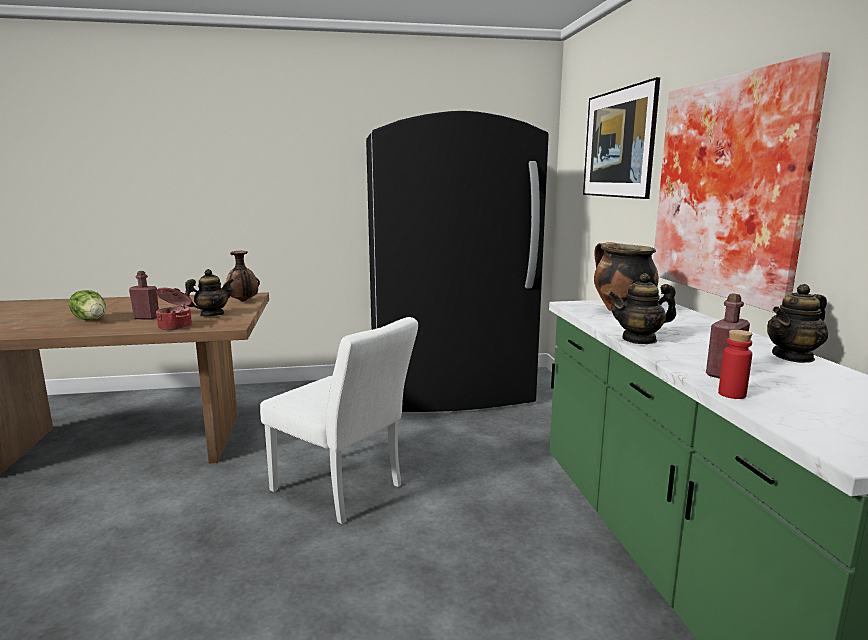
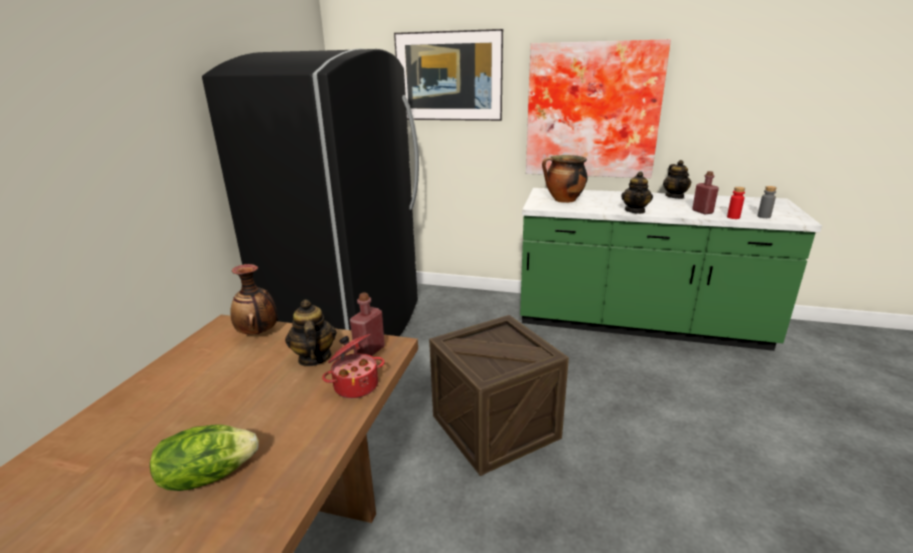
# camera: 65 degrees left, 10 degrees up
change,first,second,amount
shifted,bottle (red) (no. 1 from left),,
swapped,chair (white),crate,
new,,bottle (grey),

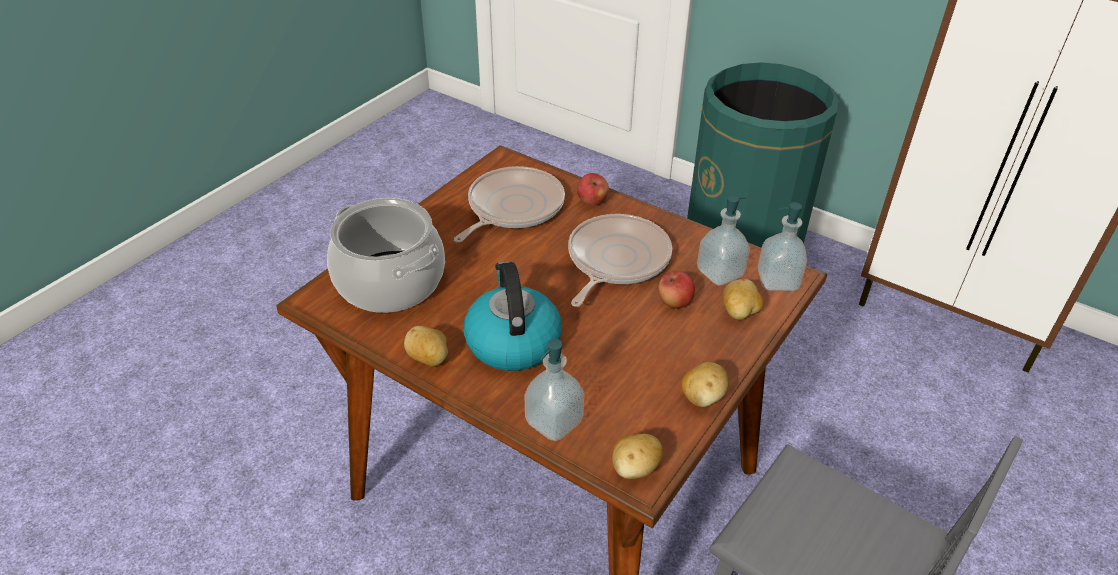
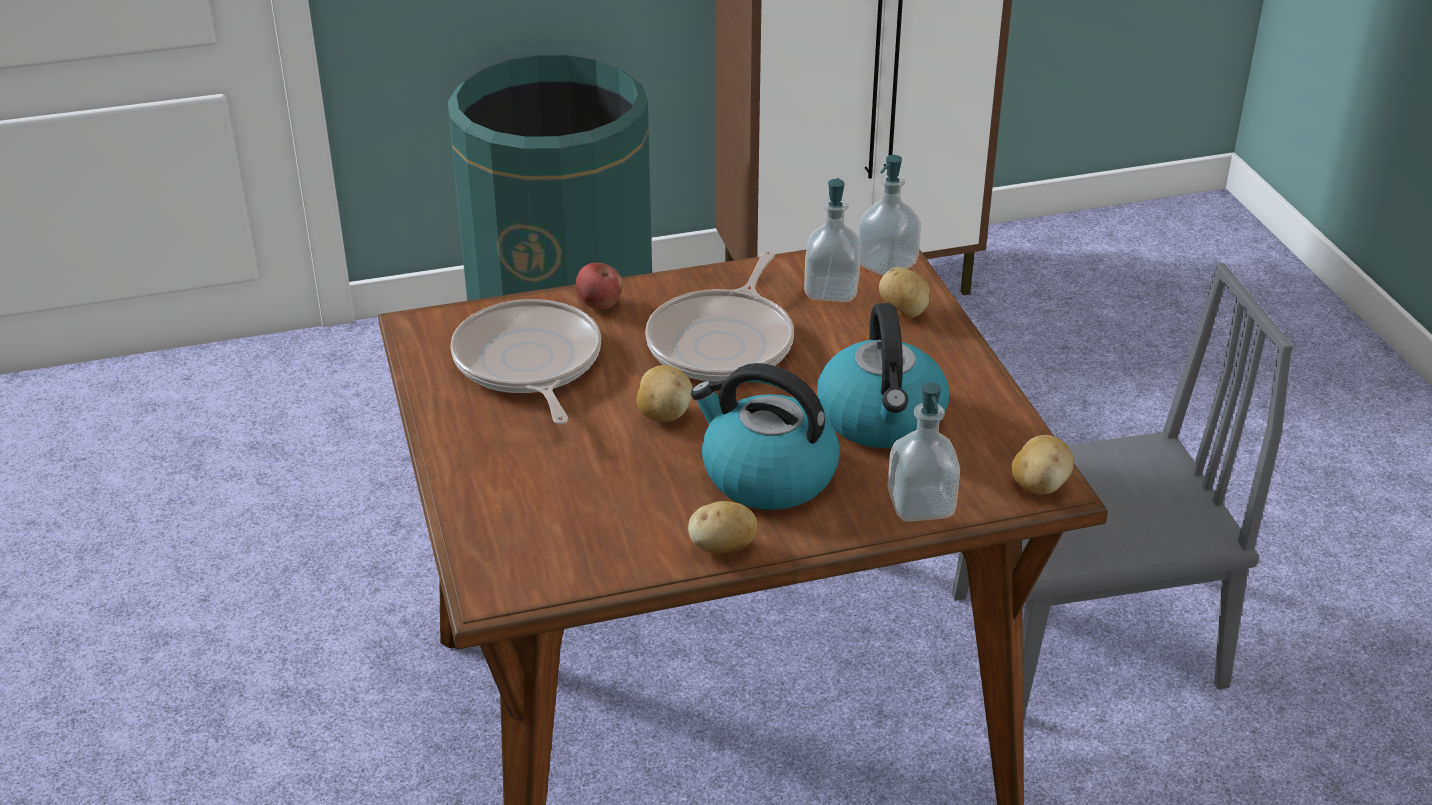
# camera: 50 degrees left, 5 degrees down
change,first,second,amount
shifted,potato (no. 3 from left in the first image),potato (no. 1 from left),
rotated,frying pan (no. 2 from left),,135 degrees counterclockwise
new,,kettle (no. 2 from left),
gone,cooking pot,,
gone,apple (no. 2 from left),,

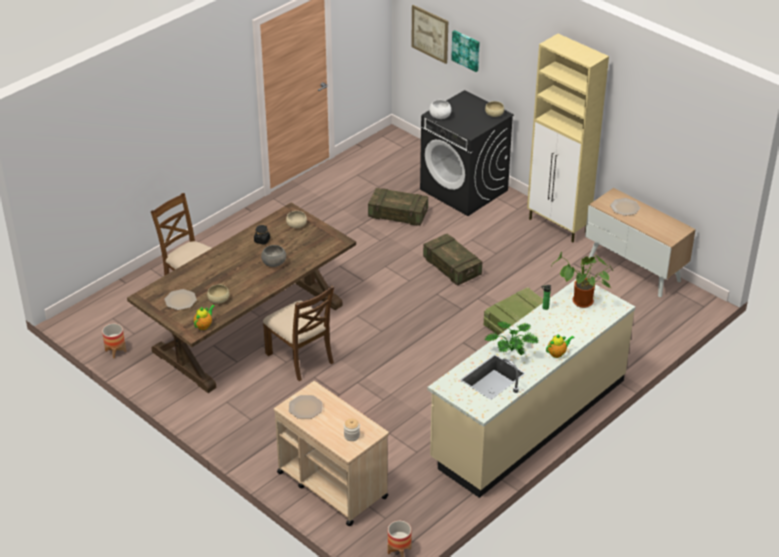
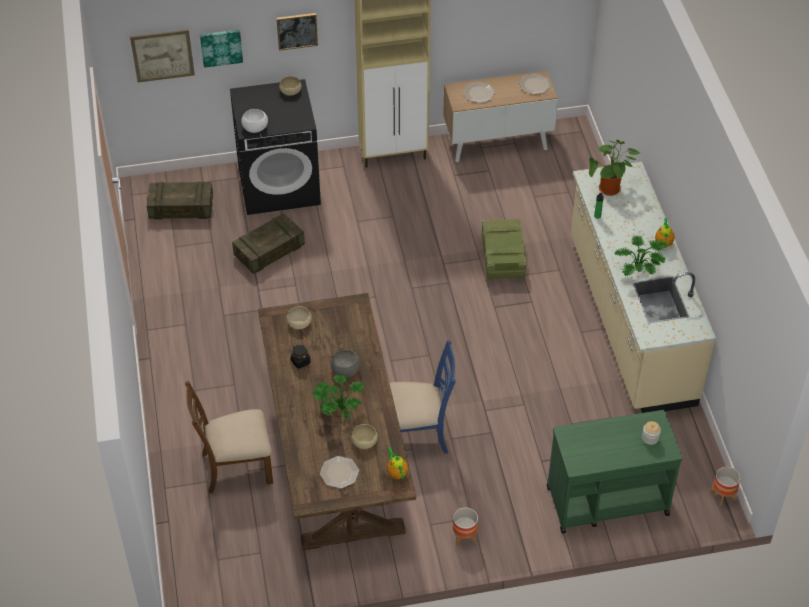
# camera: 55 degrees left, 10 degrees up
change,first,second,amount
shifted,crate (no. 2 from left in the first image),crate (no. 1 from left),
new,,picture (no. 3 from left),
new,,potted plant (no. 1 from left),
repainted,chair (brown) (no. 2 from left),chair (blue),
shifted,planter (no. 1 from left),,
shifted,plate (no. 2 from left in the first image),plate (no. 3 from left),
repainted,cart (beige),cart (green),

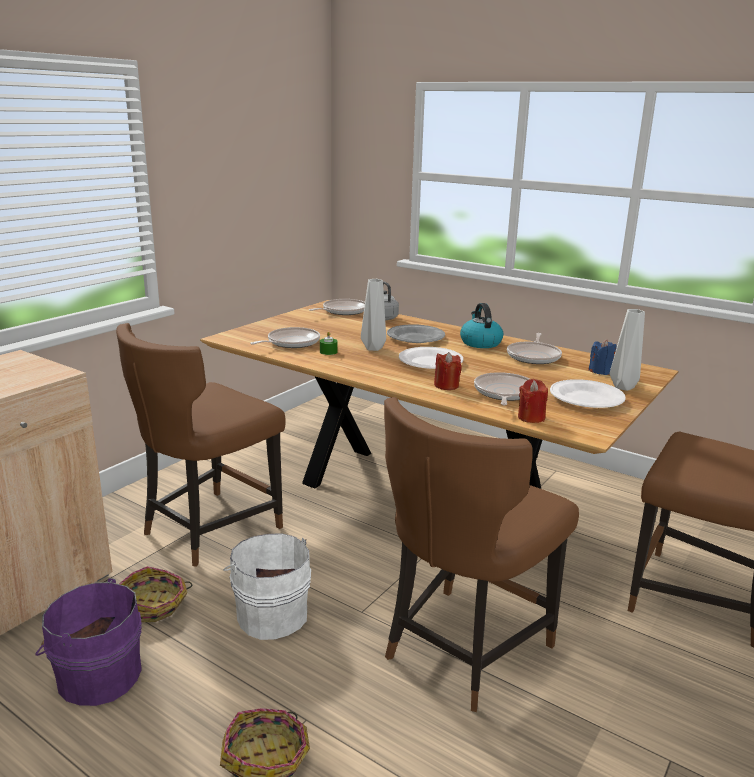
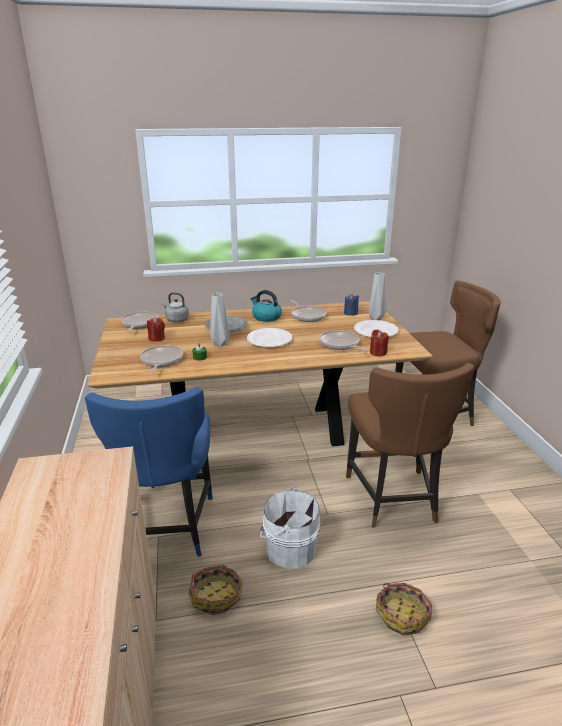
# camera: 45 degrees left, 5 degrees up
change,first,second,amount
repainted,chair (brown) (no. 1 from left),chair (blue),
shifted,candle (red) (no. 1 from left),,
gone,bucket (purple),,

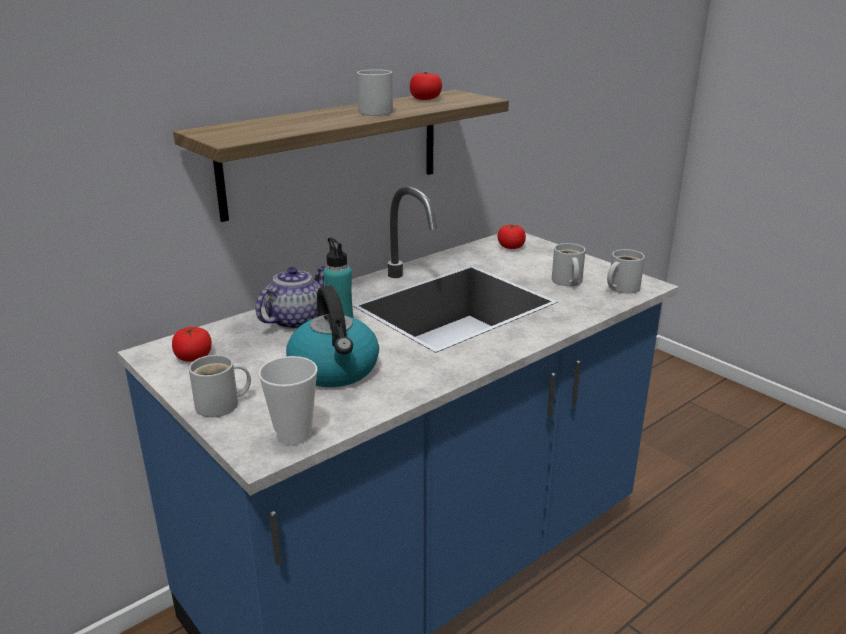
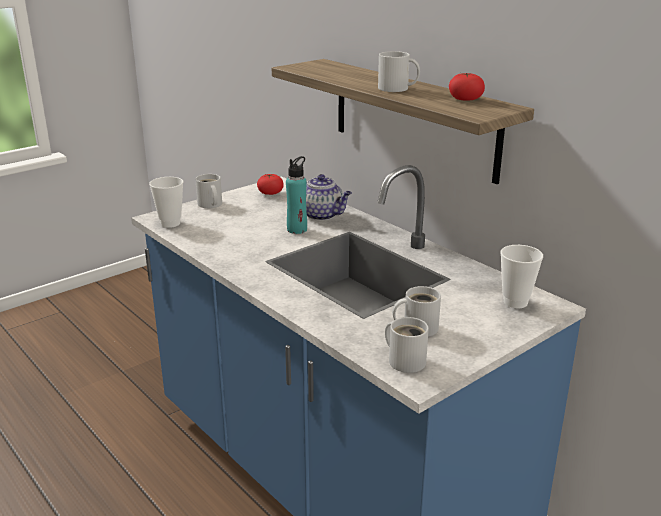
# camera: 90 degrees right, 0 degrees up
change,first,second,amount
swapped,tomato (no. 3 from left),cup (no. 2 from left),
gone,kettle,,

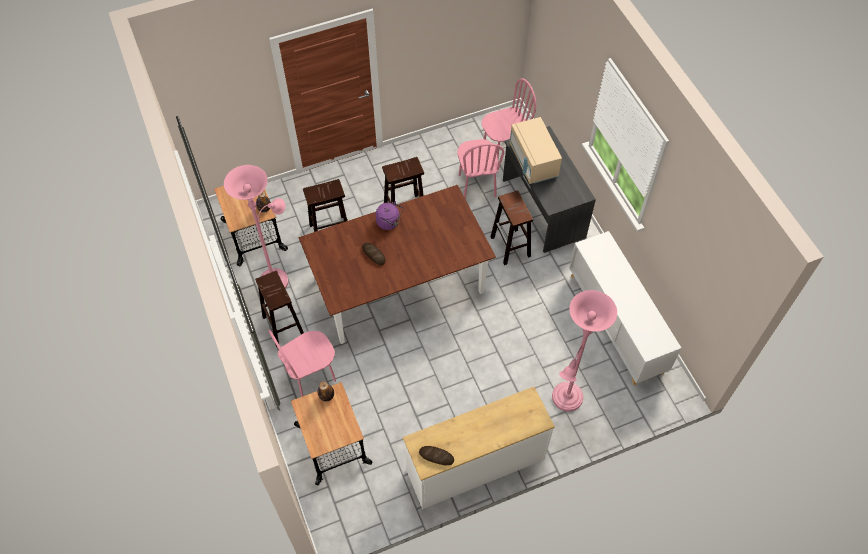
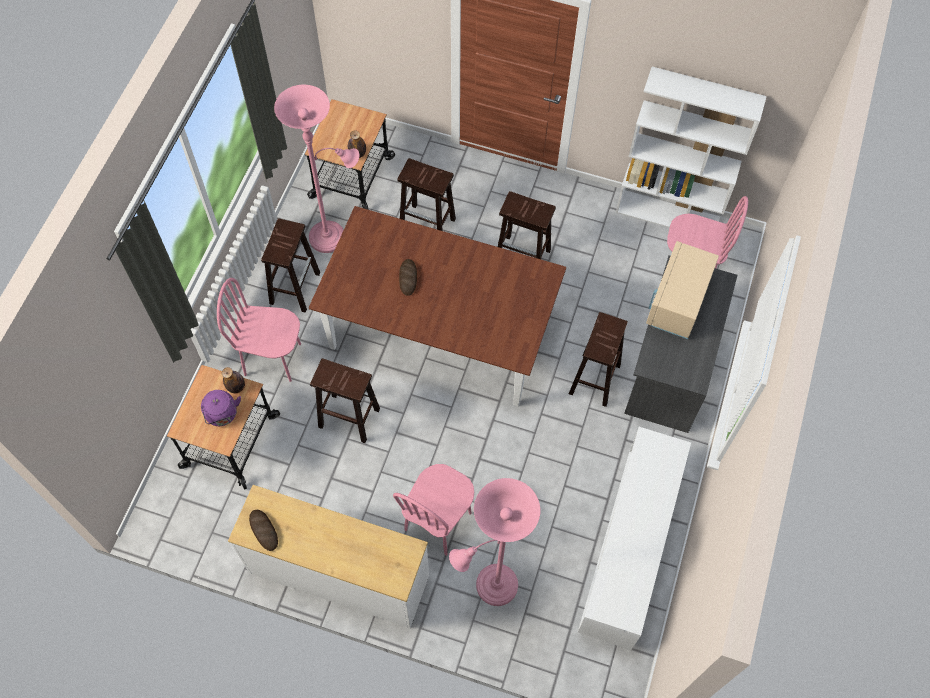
# camera: 40 degrees right, 5 degrees up
change,first,second,amount
shifted,kettle (purple),,
new,,stool (brown) (no. 2 from left),
shifted,chair (pink) (no. 2 from left),,
new,,bookcase (white),

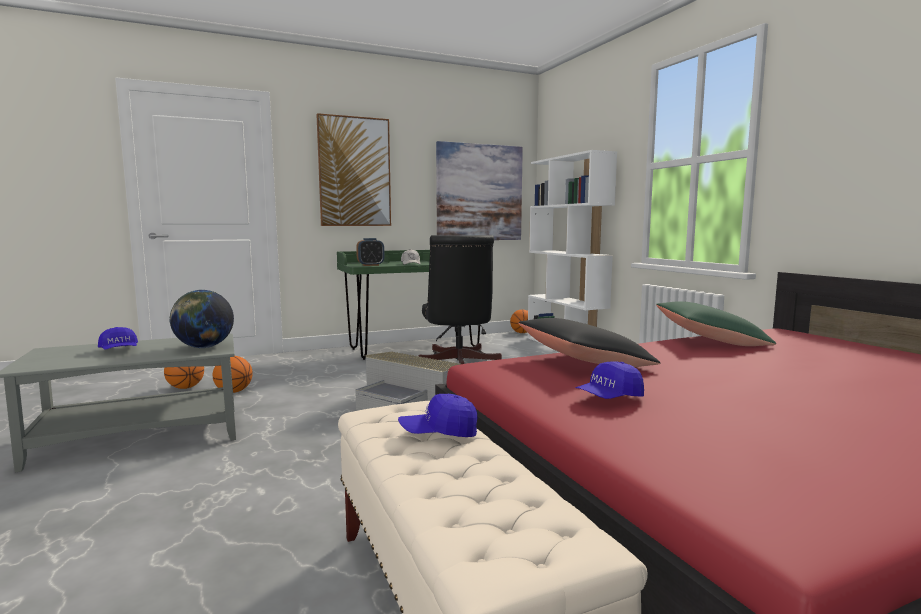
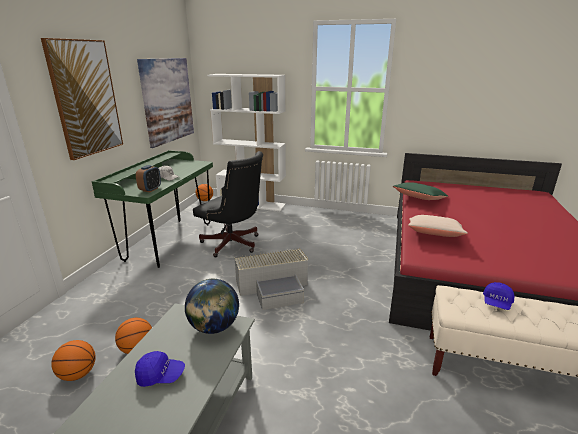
# camera: 50 degrees left, 15 degrees up
change,first,second,amount
repainted,pillow (black),pillow (beige),
gone,cap (blue) (no. 3 from left),,

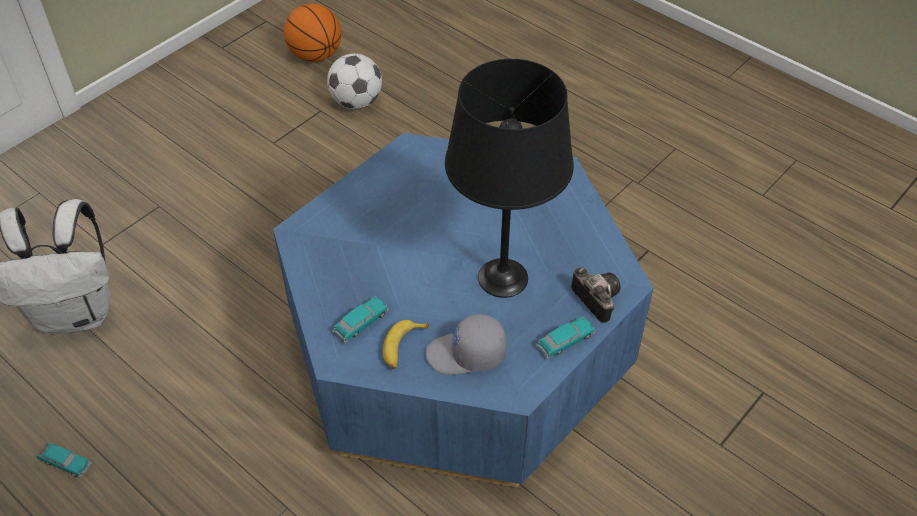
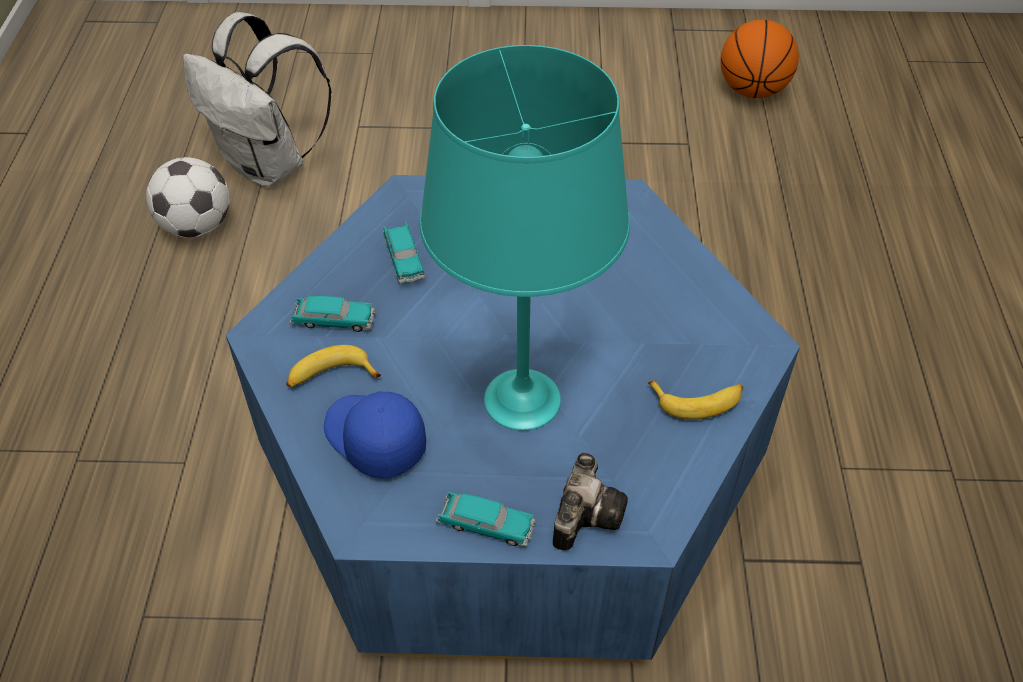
# camera: 50 degrees right, 0 degrees up
change,first,second,amount
shifted,football,,
repainted,cap (grey),cap (blue),
shifted,toy car (no. 1 from left in the first image),toy car (no. 2 from left),
repainted,table lamp (black),table lamp (turquoise),
new,,banana (no. 2 from left),

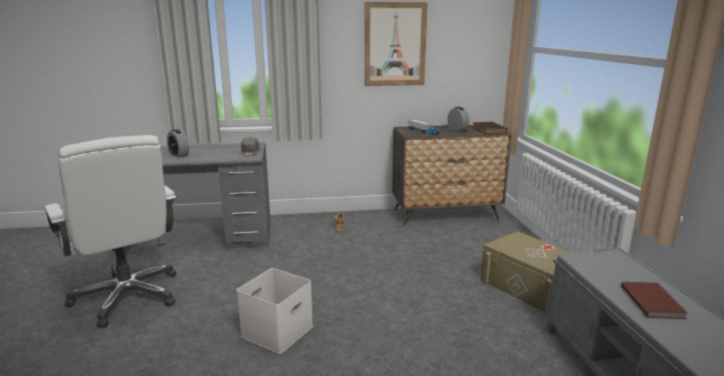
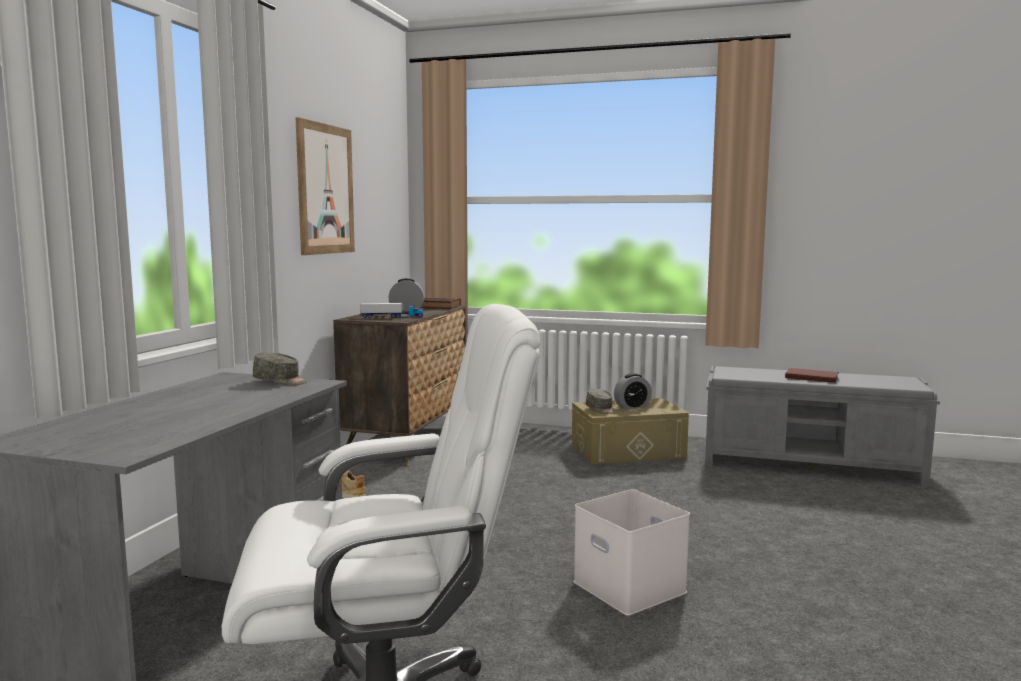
# camera: 65 degrees left, 10 degrees down
change,first,second,amount
new,,cap (grey) (no. 2 from left),
shifted,alarm clock (no. 1 from left in the first image),alarm clock (no. 2 from left),

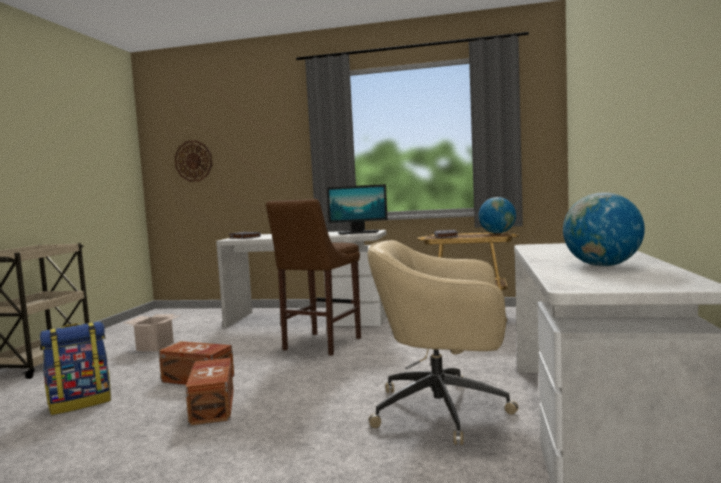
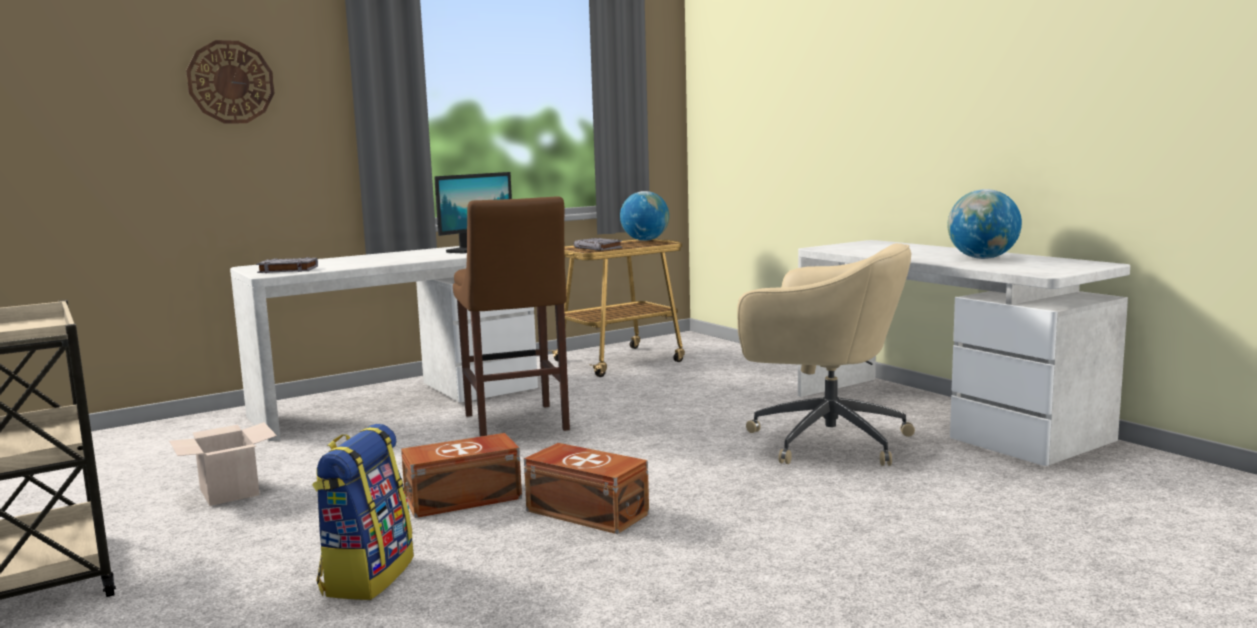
# camera: 45 degrees left, 5 degrees up
change,first,second,amount
shifted,wall clock,,
rotated,office chair (beige),,120 degrees counterclockwise

